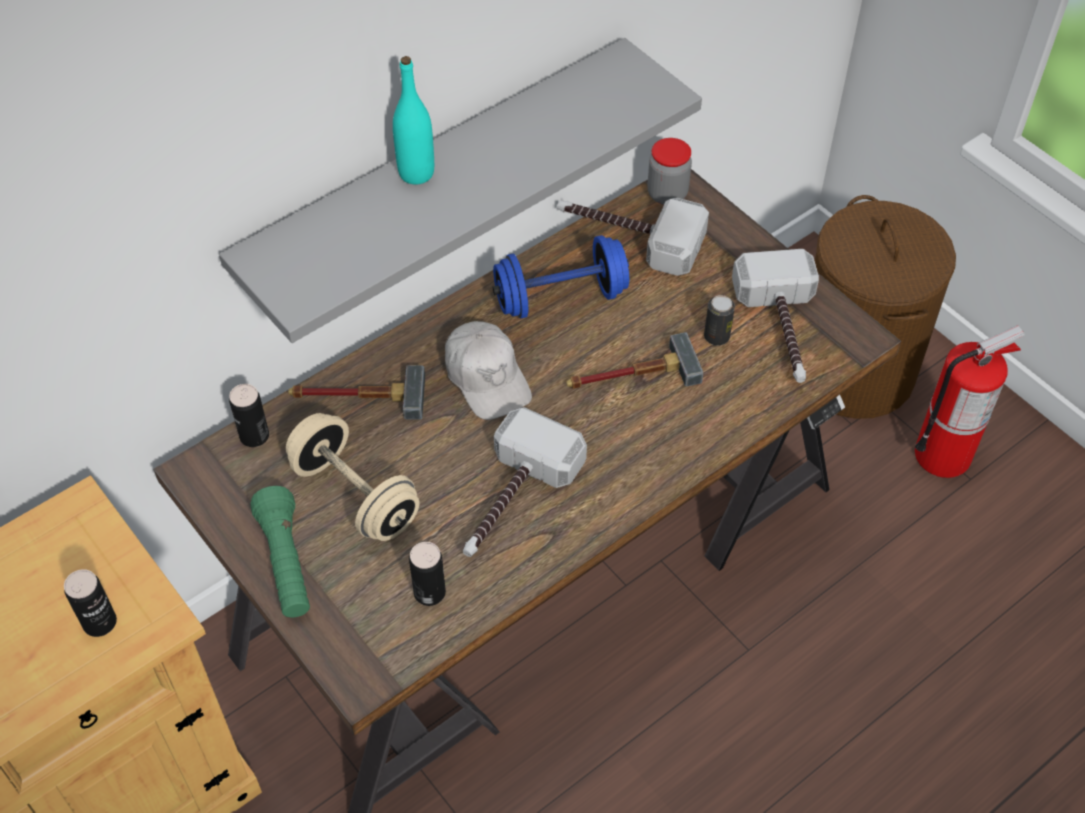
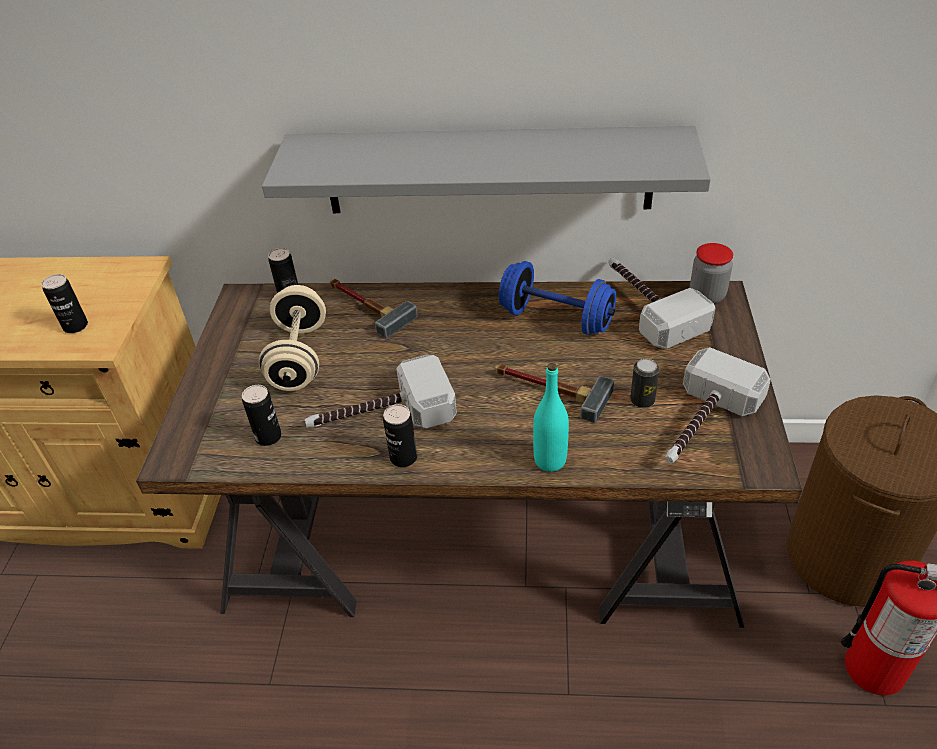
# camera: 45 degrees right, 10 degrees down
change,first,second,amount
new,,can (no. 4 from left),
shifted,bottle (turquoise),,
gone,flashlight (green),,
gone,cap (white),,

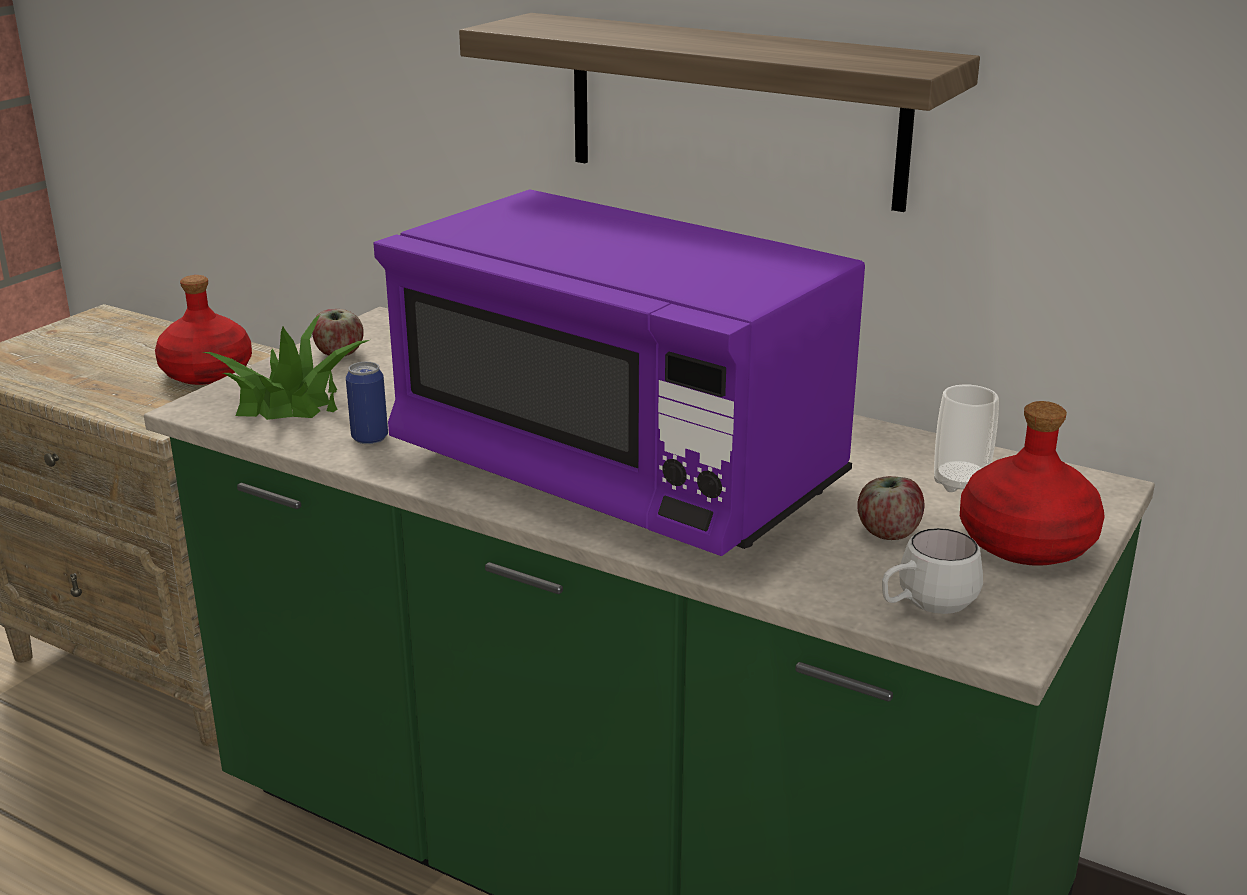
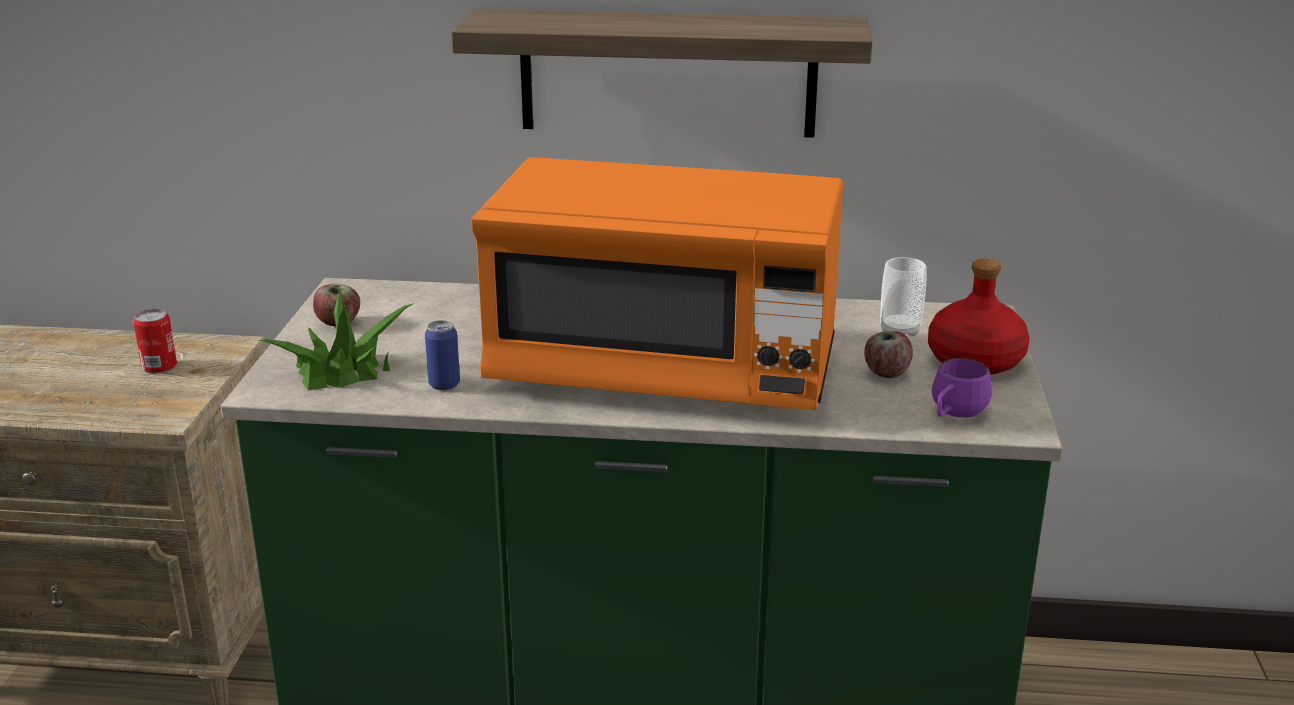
# camera: 25 degrees left, 0 degrees up
change,first,second,amount
swapped,bottle (red) (no. 1 from left),can (no. 1 from left),
repainted,microwave (purple),microwave (orange),
repainted,mug (white),mug (purple),

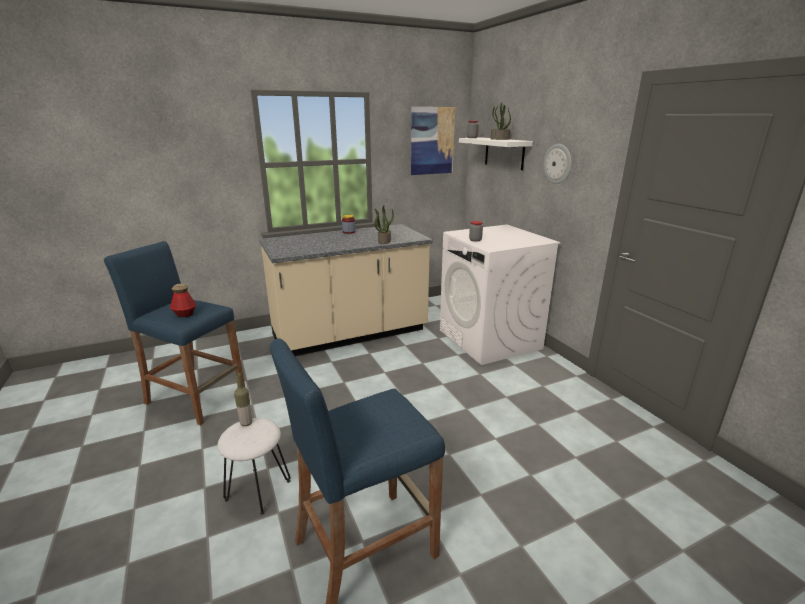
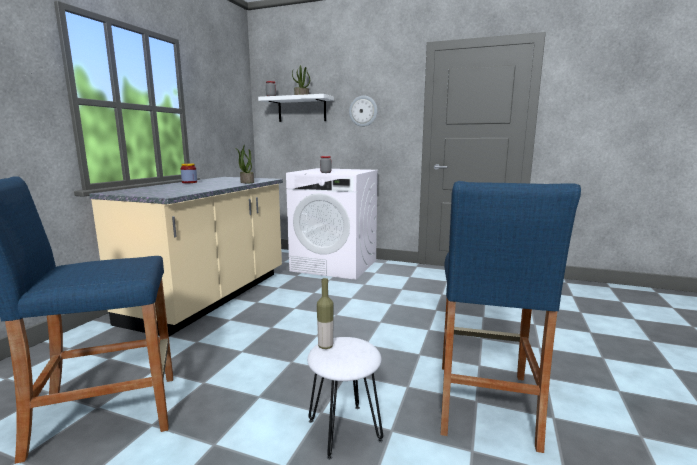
# camera: 45 degrees left, 10 degrees down
change,first,second,amount
gone,bottle (no. 1 from left),,
gone,picture,,

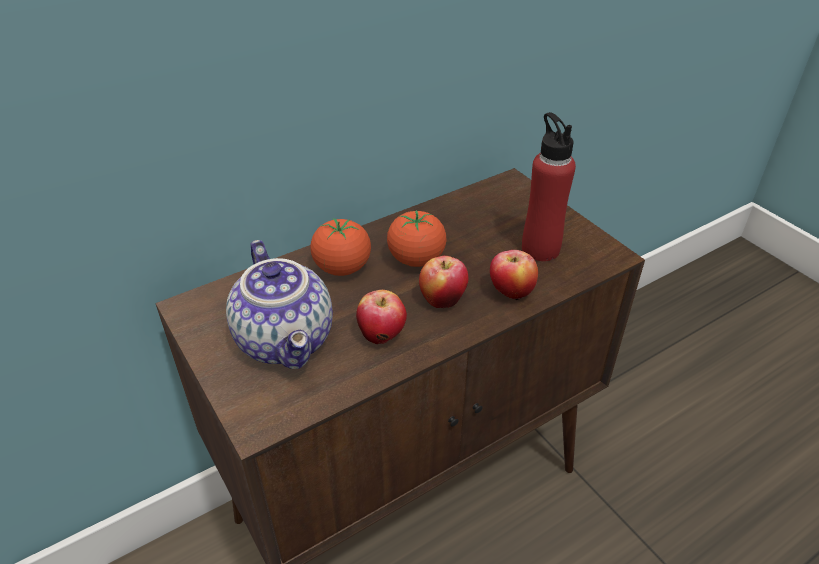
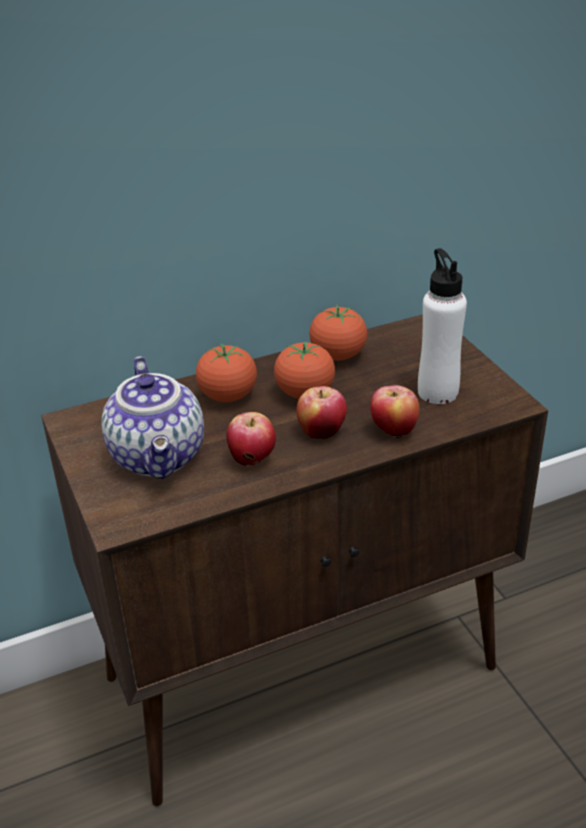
# camera: 10 degrees right, 5 degrees down
change,first,second,amount
new,,tomato (no. 3 from left),
repainted,bottle (red),bottle (white),

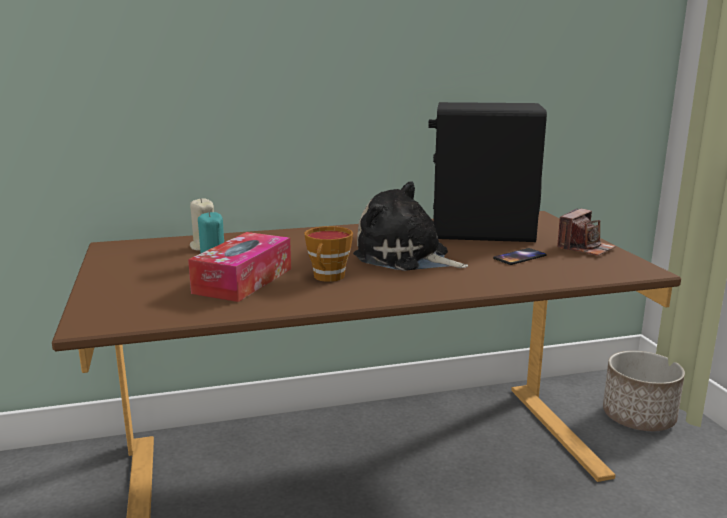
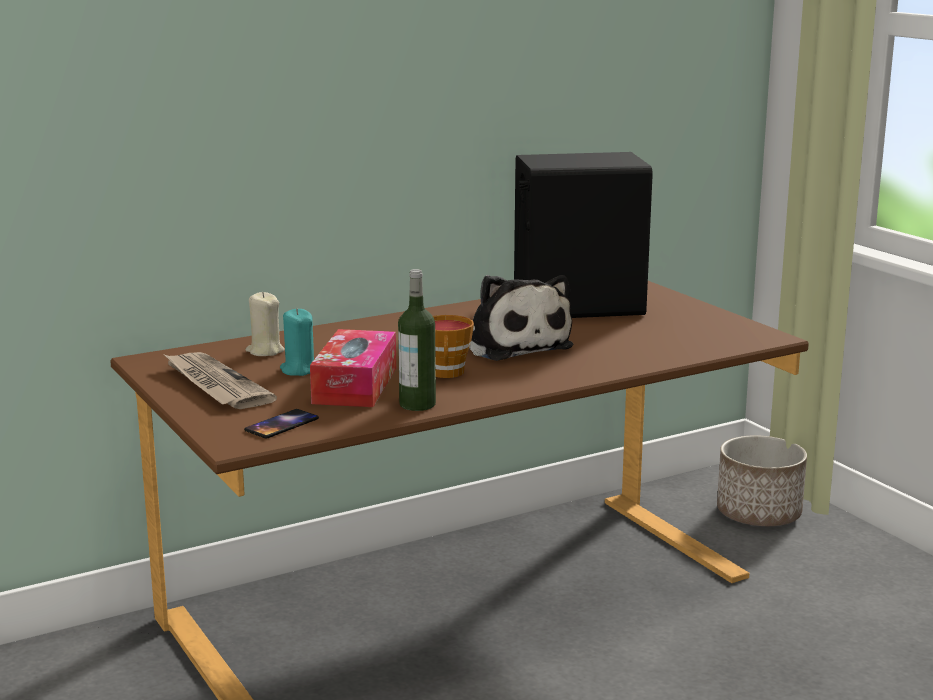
# camera: 15 degrees left, 0 degrees up
change,first,second,amount
new,,newspaper,
shifted,phone,,
new,,bottle,
rotated,plush toy,,135 degrees counterclockwise
gone,photo camera,,

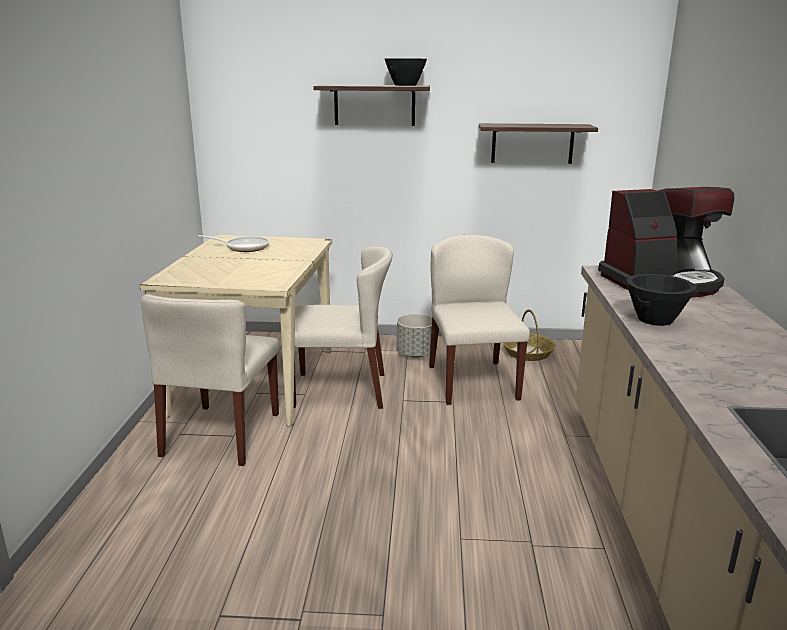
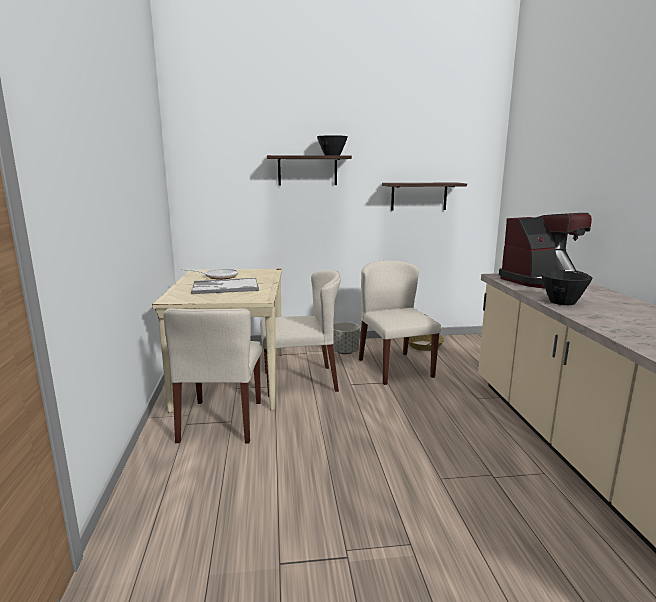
# camera: 10 degrees left, 5 degrees down
change,first,second,amount
new,,tray,

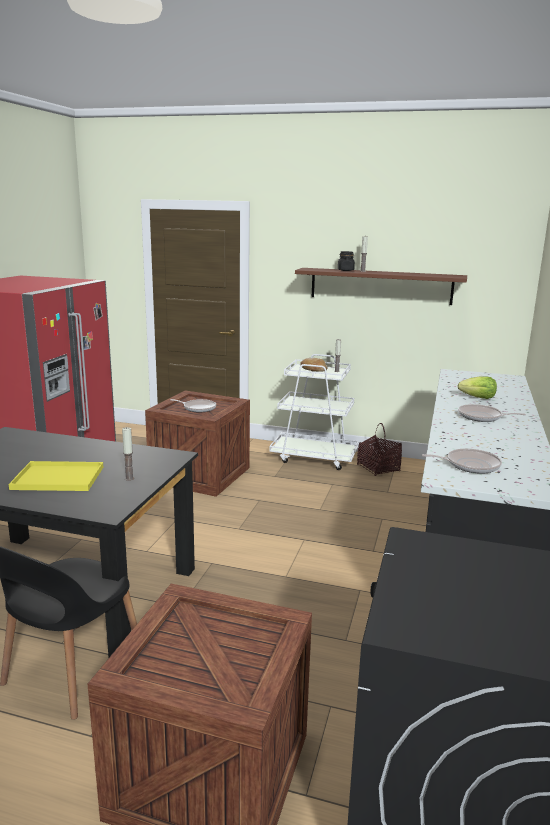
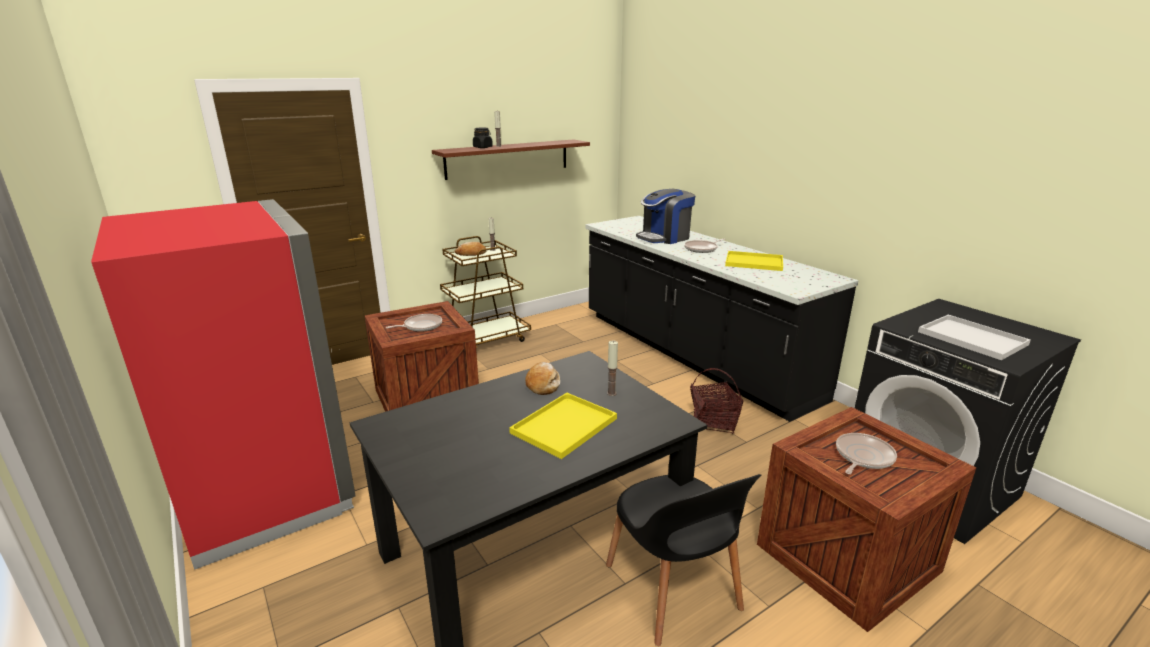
# camera: 50 degrees left, 5 degrees up
change,first,second,amount
repainted,cart (white),cart (brown),
new,,bread (no. 2 from left),
swapped,lettuce,coffee machine,
shifted,basket,,
new,,tray (yellow) (no. 2 from left),
shifted,frying pan (no. 2 from left in the first image),frying pan (no. 3 from left),
new,,tray (white),

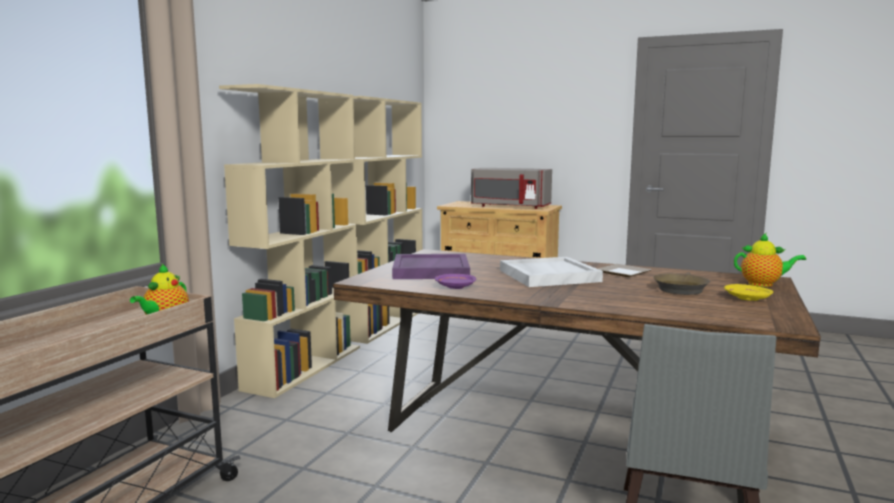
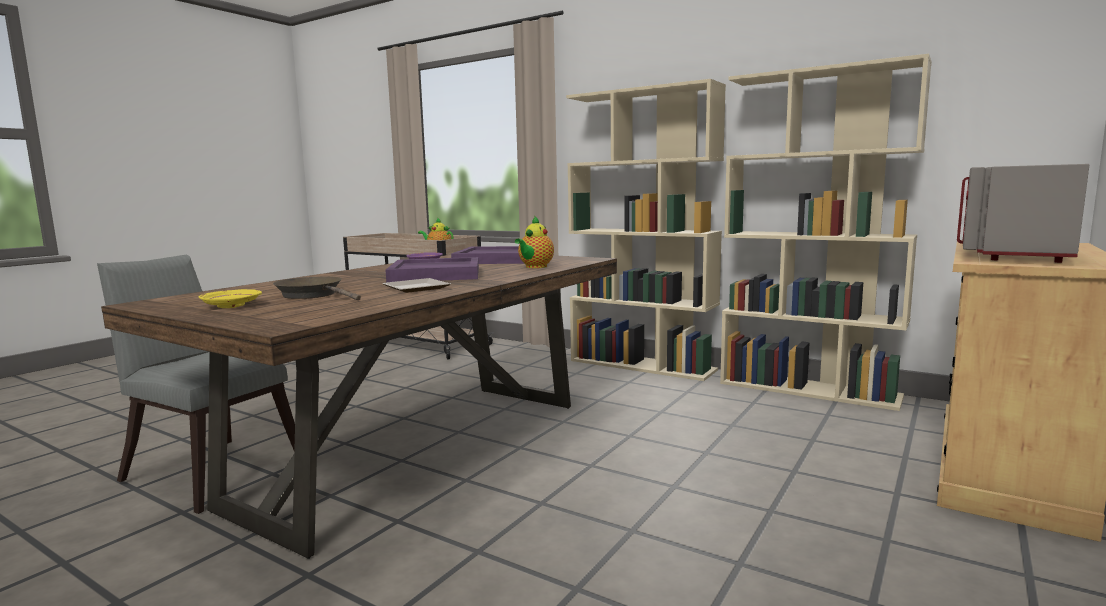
# camera: 100 degrees right, 0 degrees up
change,first,second,amount
repainted,tray (white),tray (purple) (no. 1 from left),
shifted,teapot (no. 2 from left),,

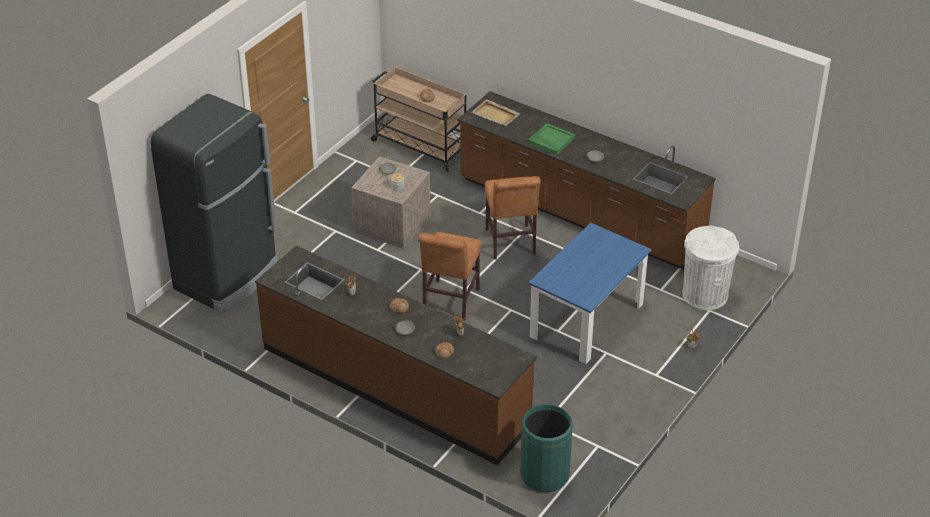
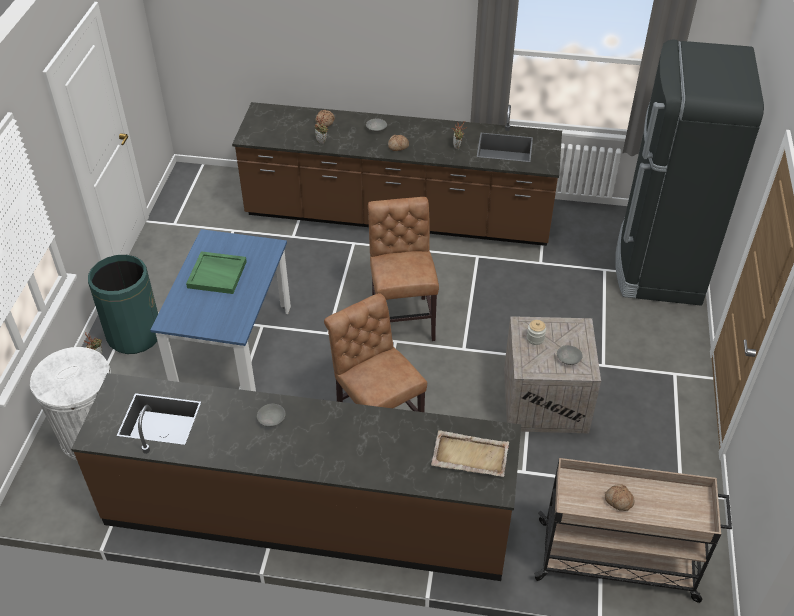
# camera: 155 degrees right, 5 degrees up
change,first,second,amount
shifted,trash can (green),,
shifted,tray (green),,

